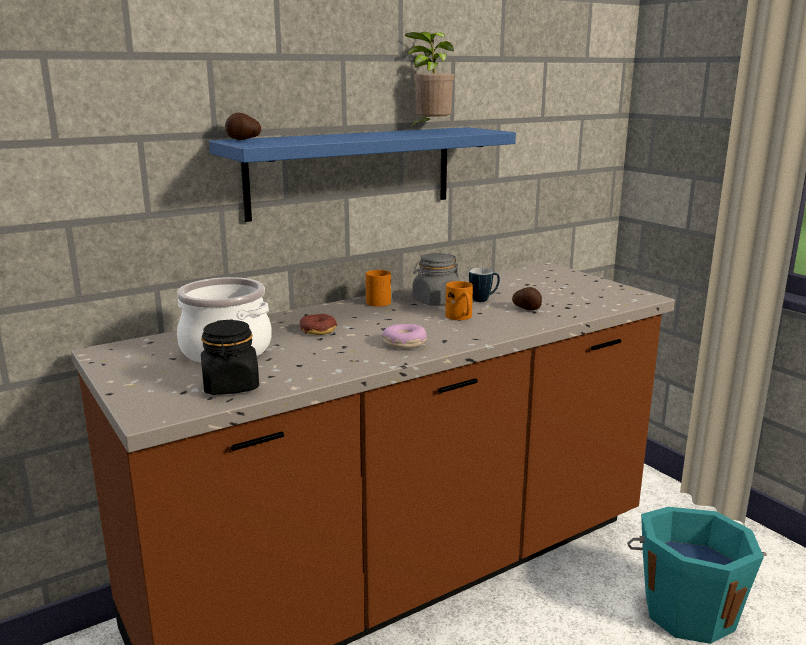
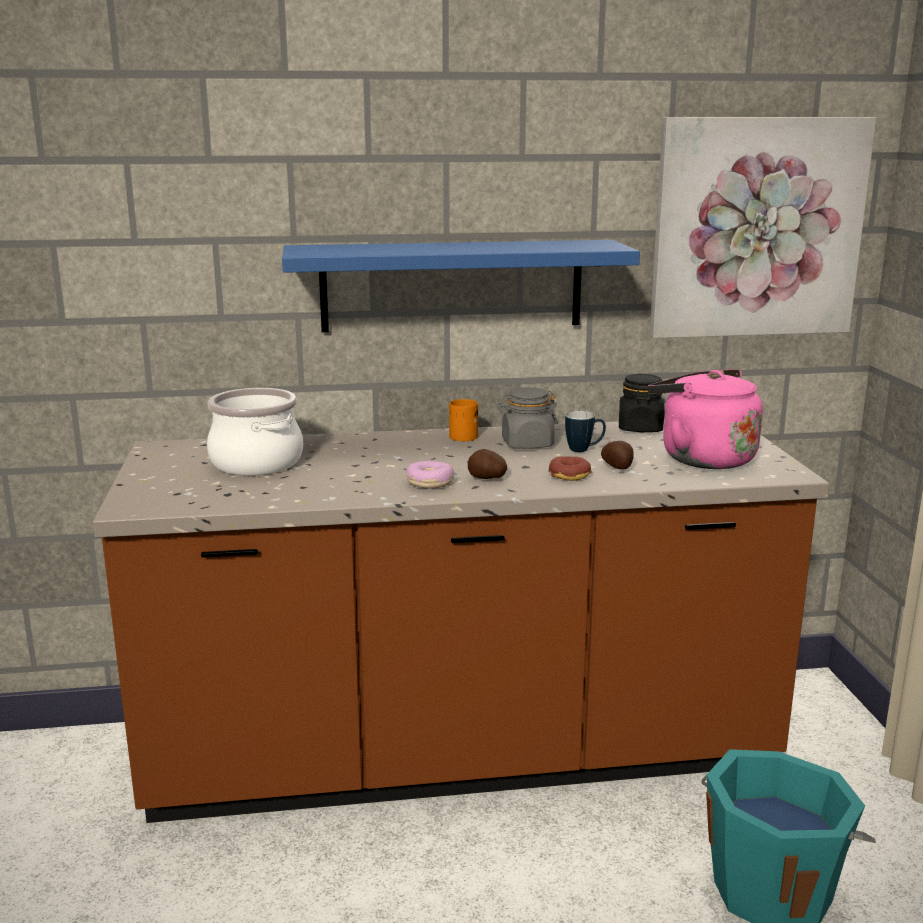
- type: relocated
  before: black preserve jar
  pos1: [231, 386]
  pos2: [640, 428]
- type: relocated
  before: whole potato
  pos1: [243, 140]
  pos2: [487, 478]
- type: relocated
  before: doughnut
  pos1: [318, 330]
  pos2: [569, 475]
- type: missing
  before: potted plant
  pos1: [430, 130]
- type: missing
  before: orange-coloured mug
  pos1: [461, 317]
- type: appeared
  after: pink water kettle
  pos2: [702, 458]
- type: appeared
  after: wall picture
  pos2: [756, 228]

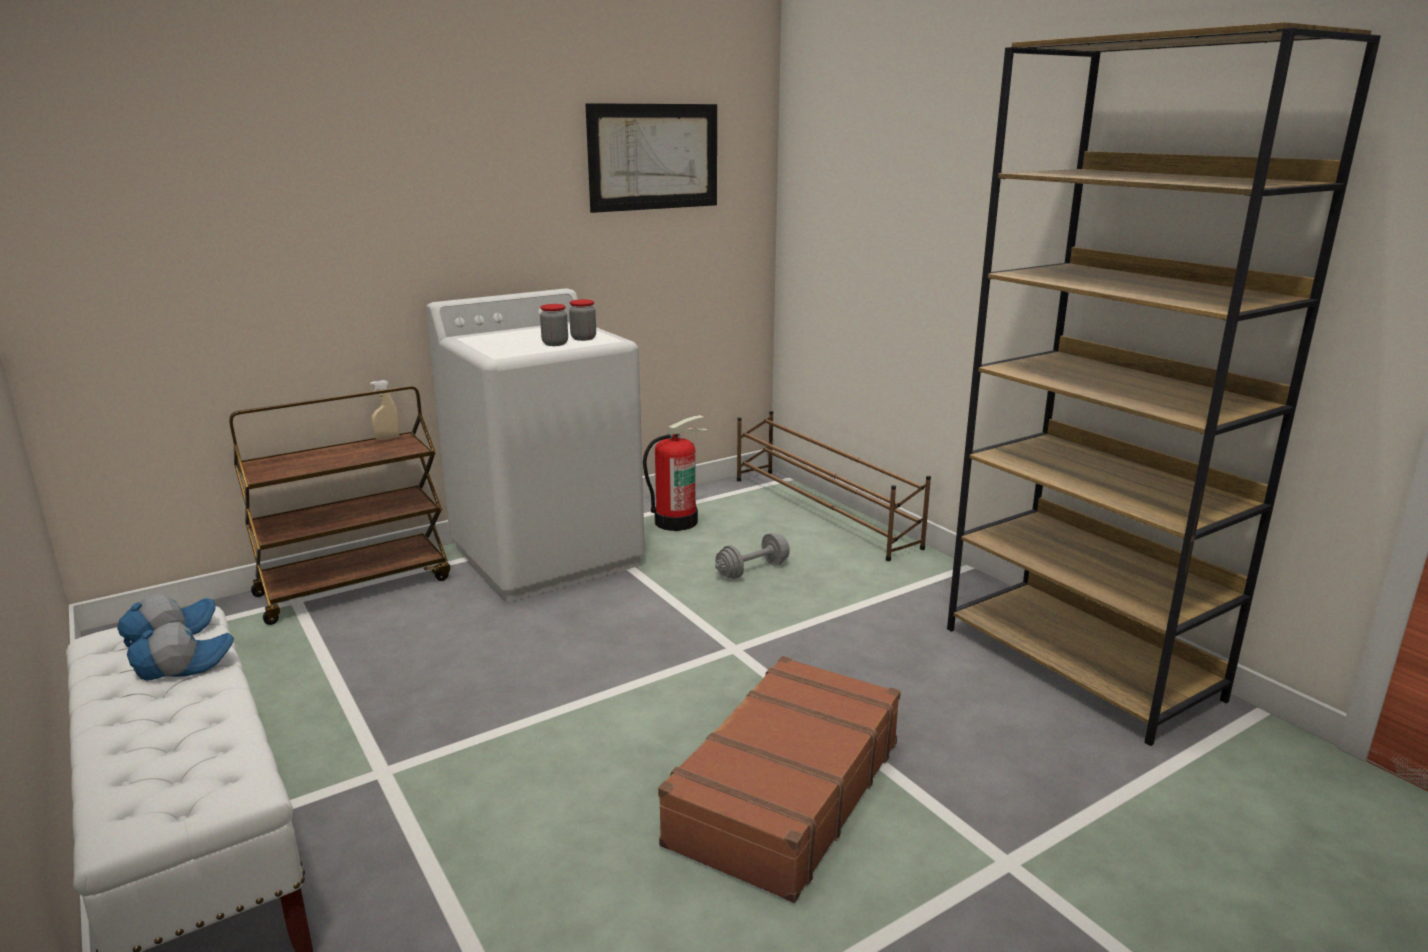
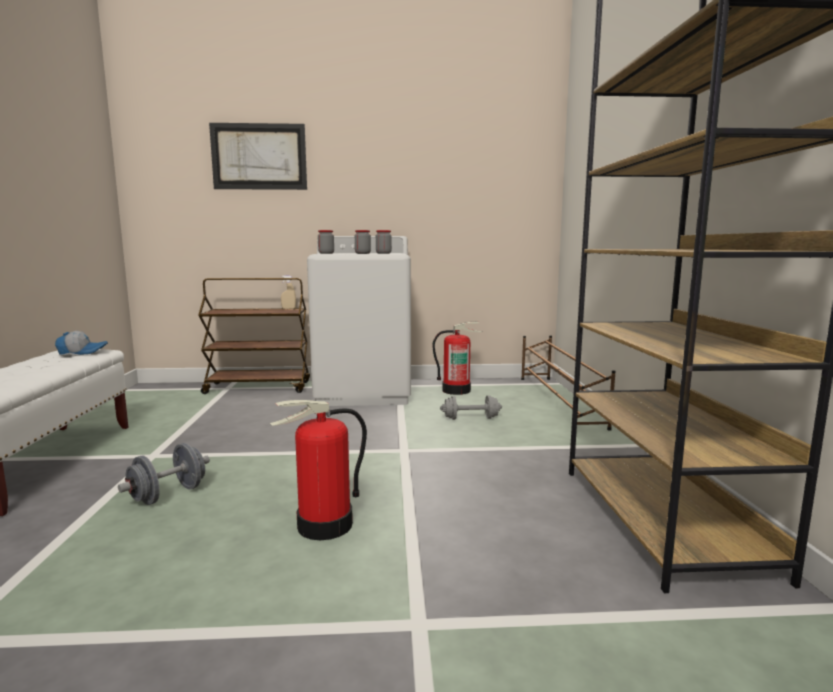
- type: missing
  before: baseball cap
  pos1: [184, 663]
- type: relocated
  before: wall picture
  pos1: [654, 157]
  pos2: [259, 156]
- type: exchanged
  before: brown-coloured suitcase
  after: extinguisher
  pos1: [784, 792]
  pos2: [325, 525]
- type: appeared
  after: greyish hand weight
  pos2: [168, 495]
- type: appeared
  after: preserve jar
  pos2: [326, 253]

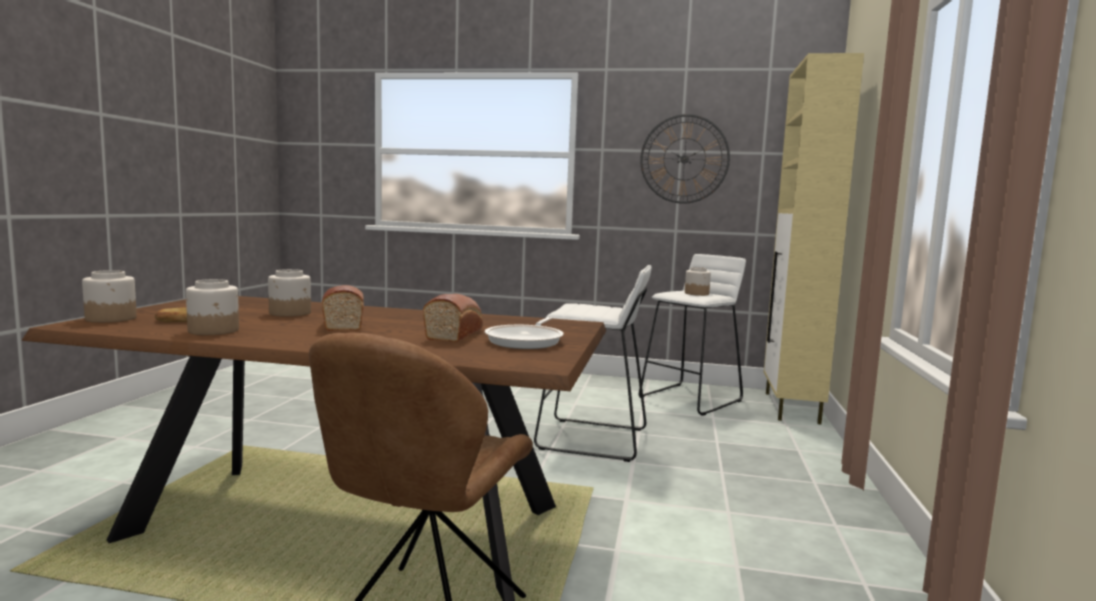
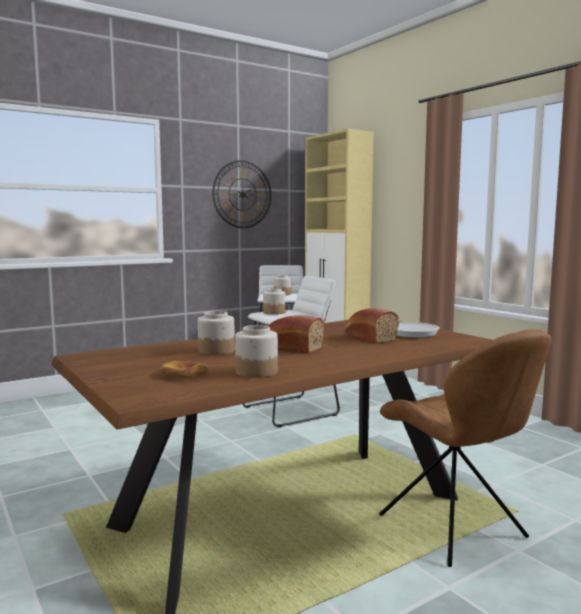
- type: relocated
  before: preserve jar
  pos1: [111, 318]
  pos2: [274, 312]

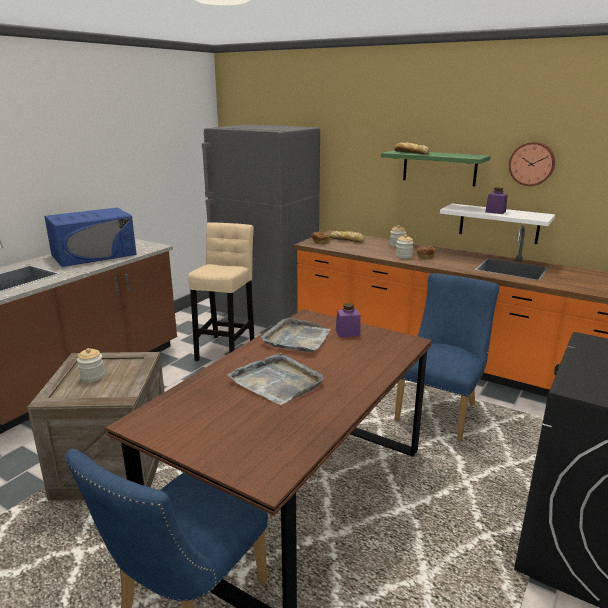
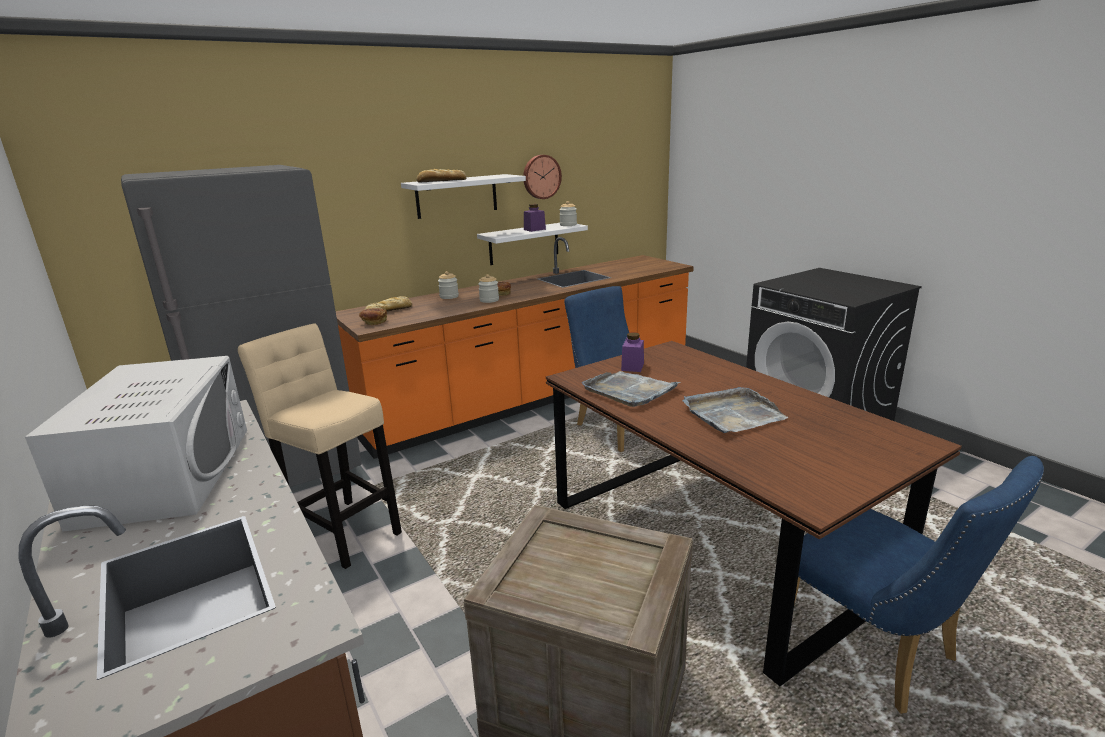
- type: colour
  before: bluish kitchen microwave
  after: white kitchen microwave
  pos1: [94, 255]
  pos2: [167, 474]
- type: relocated
  before: preserve jar
  pos1: [92, 376]
  pos2: [568, 225]
- type: colour
  before: green shelf
  after: white shelf
  pos1: [439, 167]
  pos2: [457, 196]

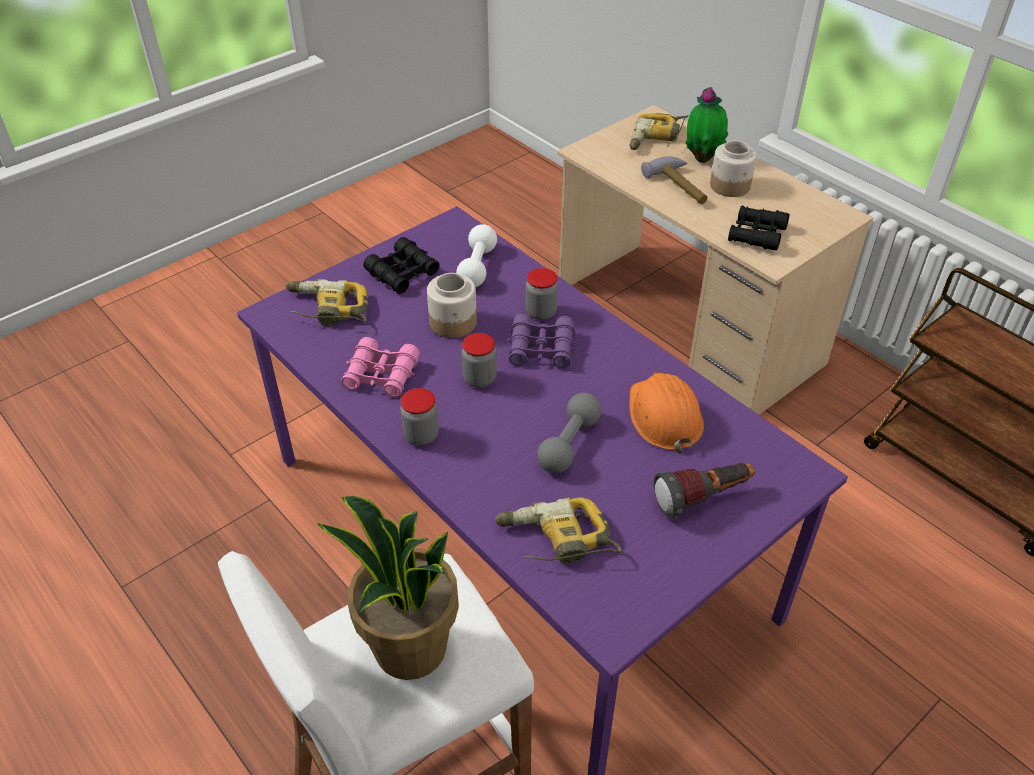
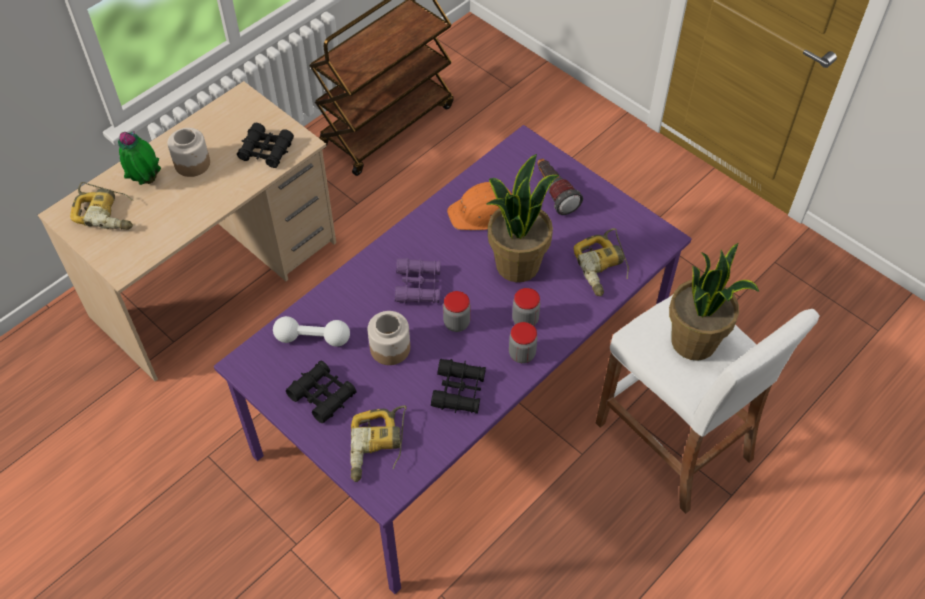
- type: colour
  before: pink pair of binoculars
  after: black pair of binoculars
  pos1: [381, 375]
  pos2: [459, 390]
- type: relocated
  before: preserve jar
  pos1: [541, 312]
  pos2: [525, 320]
- type: exchanged
  before: greyish hand weight
  after: potted plant
  pos1: [569, 443]
  pos2: [517, 264]
- type: missing
  before: tool hammer
  pos1: [680, 186]

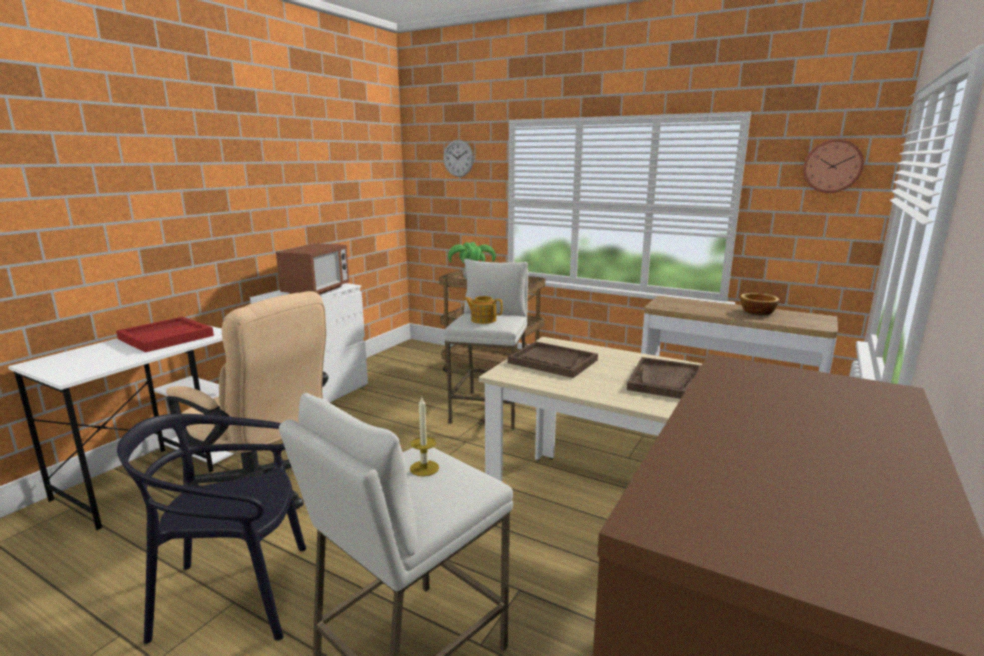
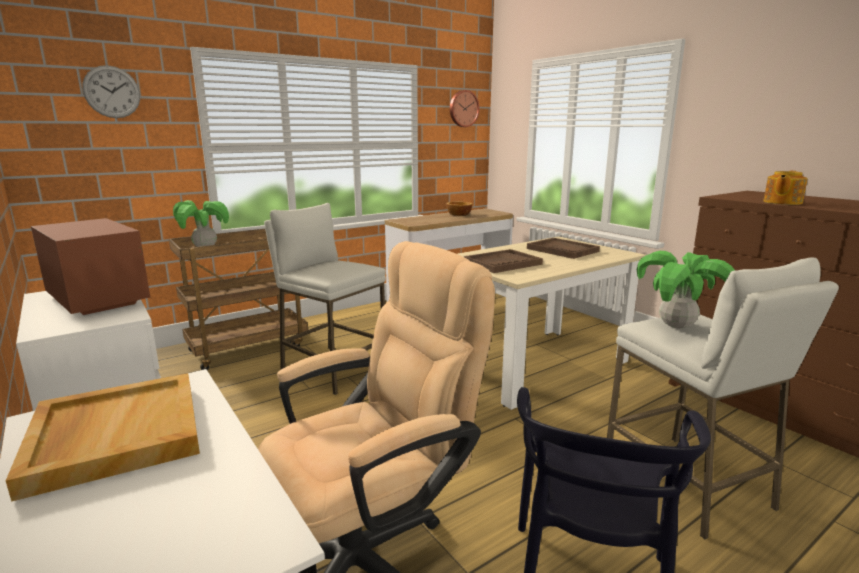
- type: colour
  before: reddish serving tray
  after: beige serving tray
  pos1: [166, 337]
  pos2: [115, 434]
- type: exchanged
  before: wax candle
  after: potted plant
  pos1: [424, 468]
  pos2: [676, 326]
- type: relocated
  before: tea pot
  pos1: [483, 320]
  pos2: [781, 202]

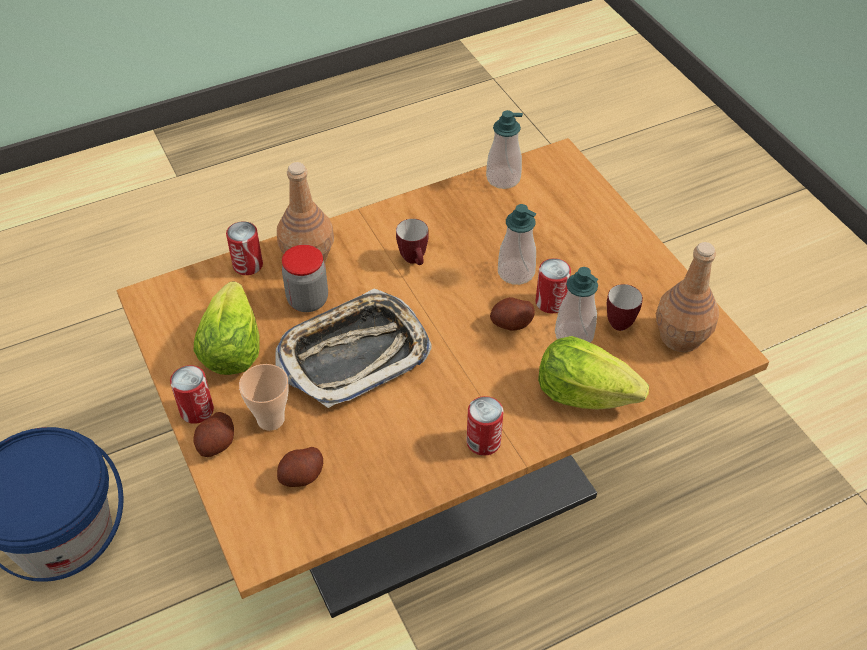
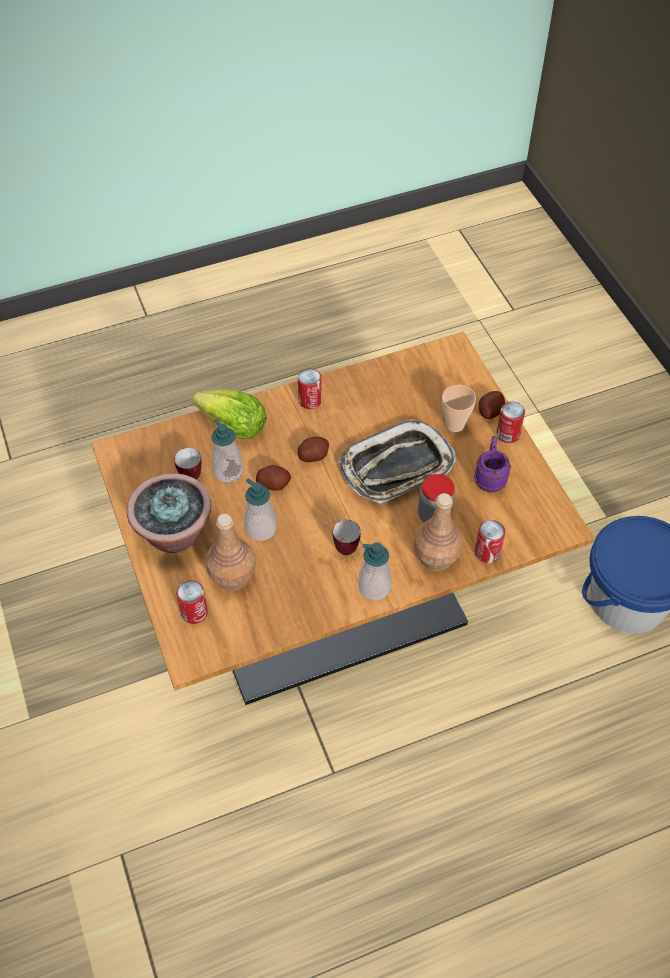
- type: exchanged
  before: lettuce
  after: purple-coloured mug
  pos1: [232, 349]
  pos2: [490, 477]
- type: relocated
  before: whole potato
  pos1: [302, 476]
  pos2: [313, 455]
- type: relocated
  before: soap dispenser
  pos1: [503, 178]
  pos2: [374, 587]
- type: relocated
  before: can
  pos1: [550, 302]
  pos2: [194, 612]
- type: relocated
  before: brown-coloured beverage bottle
  pos1: [680, 336]
  pos2: [233, 576]
- type: appeared
  after: potted plant
  pos2: [174, 534]

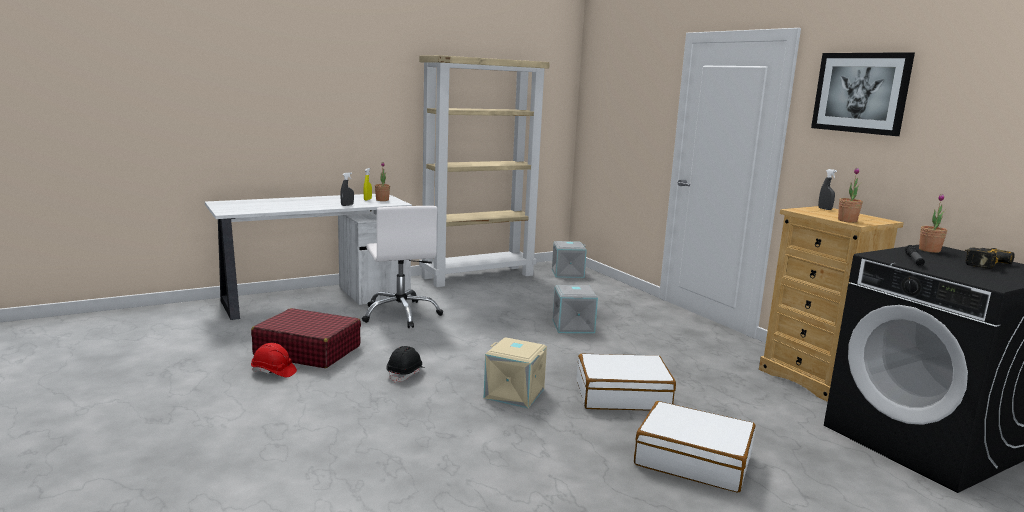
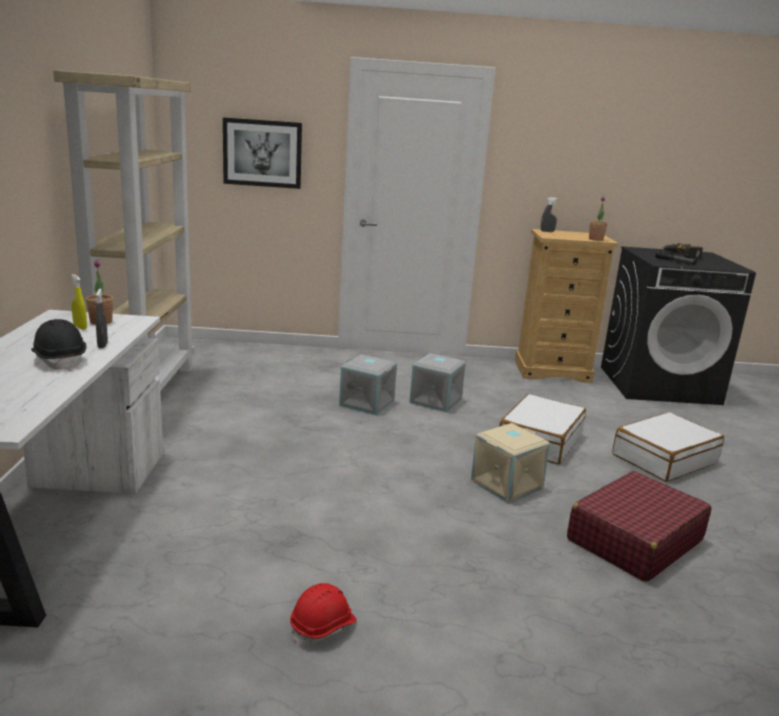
- type: relocated
  before: reddish suitcase
  pos1: [307, 351]
  pos2: [634, 540]
- type: missing
  before: white office chair
  pos1: [401, 314]
- type: relocated
  before: black safety helmet
  pos1: [406, 374]
  pos2: [60, 360]
- type: relocated
  before: greyish storage box
  pos1: [567, 273]
  pos2: [436, 401]
- type: relocated
  before: wall picture
  pos1: [861, 93]
  pos2: [262, 153]
- type: missing
  before: potted plant
  pos1: [929, 250]

